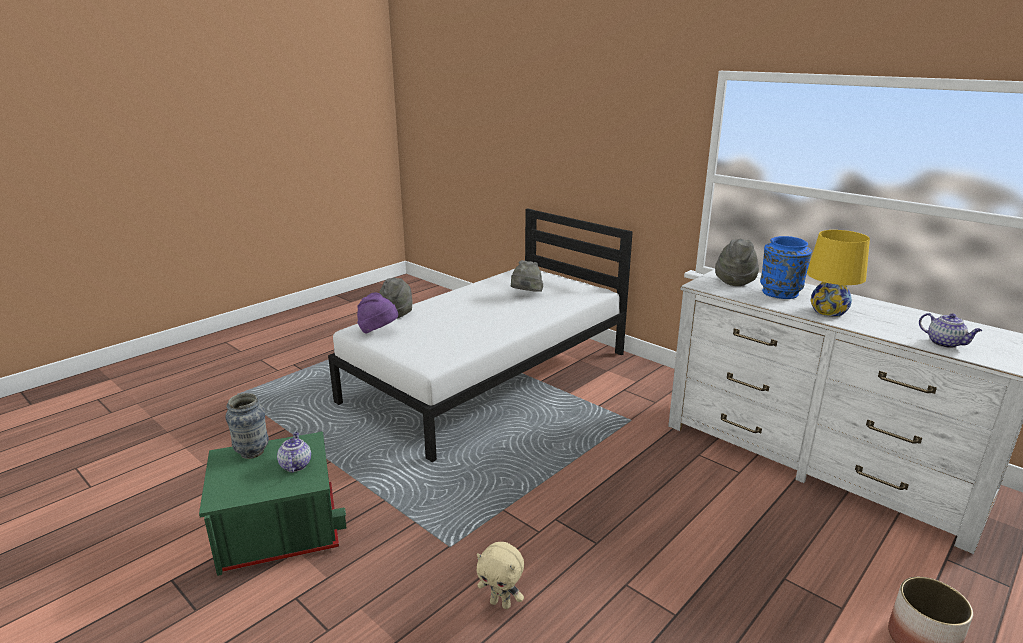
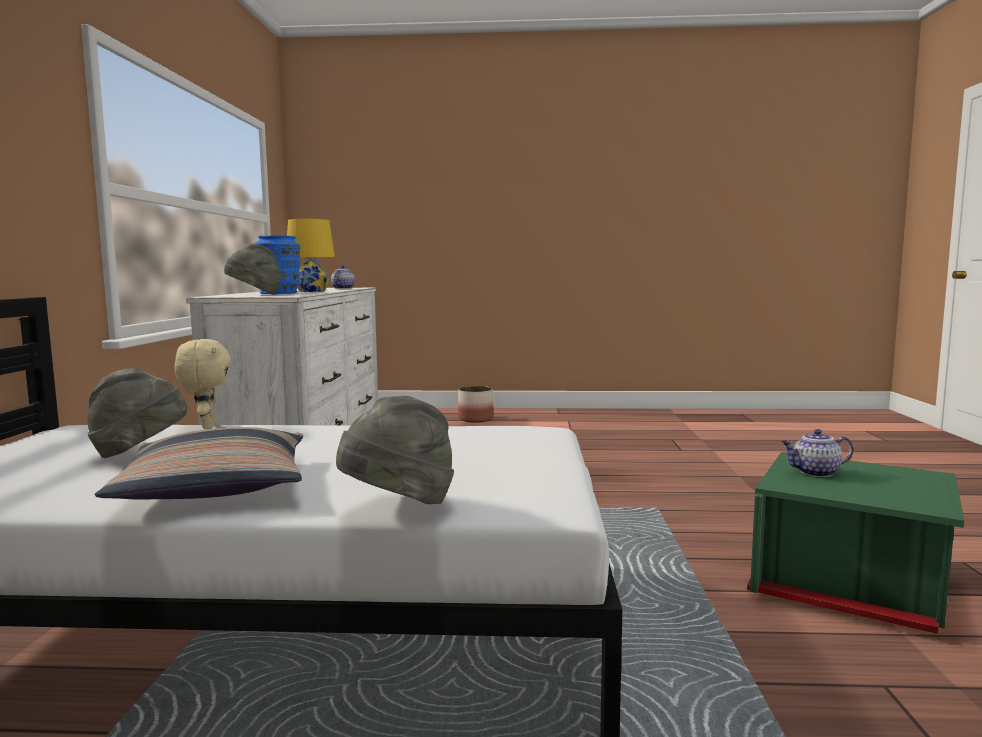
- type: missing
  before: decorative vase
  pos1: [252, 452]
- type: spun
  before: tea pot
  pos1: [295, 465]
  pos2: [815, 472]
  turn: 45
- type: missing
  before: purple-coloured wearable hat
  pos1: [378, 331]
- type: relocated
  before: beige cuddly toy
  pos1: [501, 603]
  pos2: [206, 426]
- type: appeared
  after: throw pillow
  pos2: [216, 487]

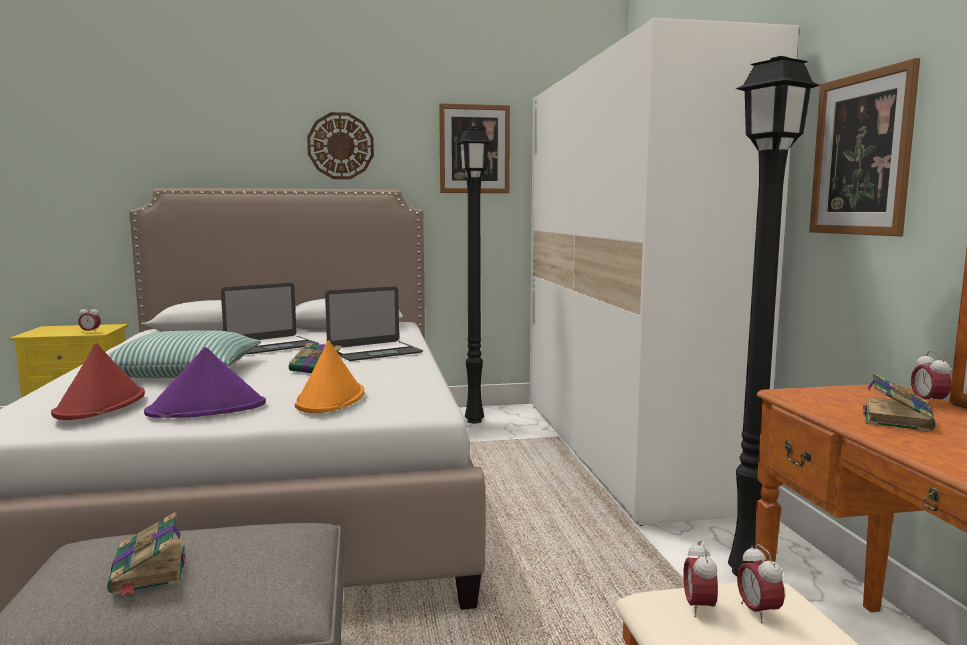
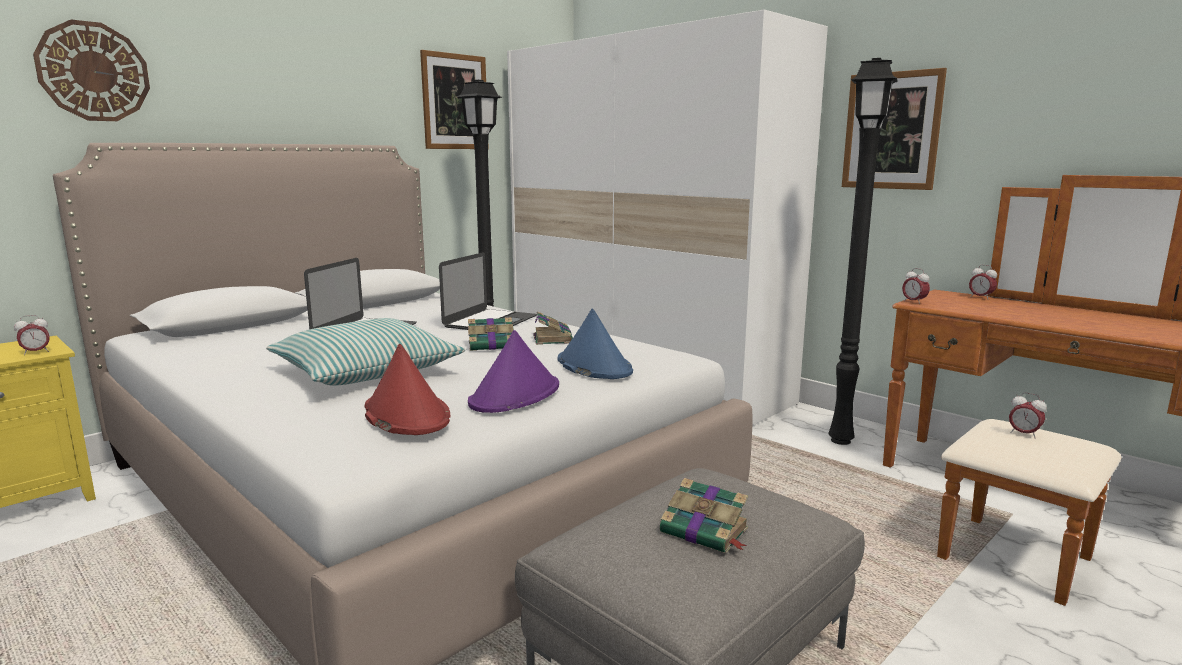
- type: colour
  before: orange-coloured wearable hat
  after: bluish wearable hat
  pos1: [330, 399]
  pos2: [593, 366]
- type: relocated
  before: hanging clock
  pos1: [340, 146]
  pos2: [93, 72]
- type: relocated
  before: table clock
  pos1: [698, 607]
  pos2: [914, 302]
- type: relocated
  before: volume
  pos1: [896, 418]
  pos2: [552, 338]

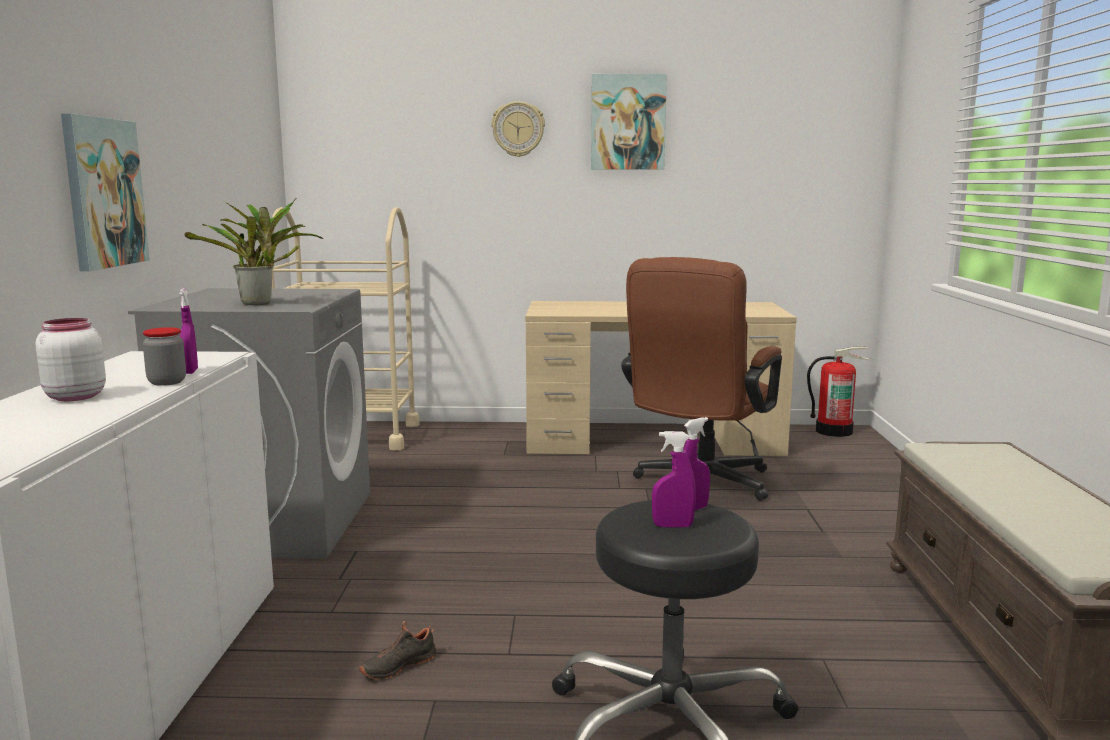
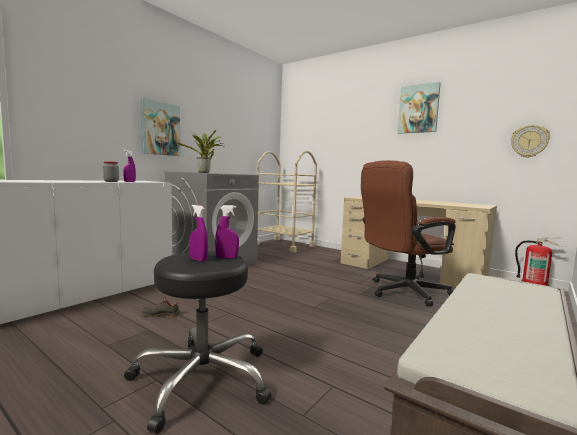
- type: missing
  before: white preserve jar
  pos1: [73, 397]
- type: relocated
  before: hanging clock
  pos1: [518, 129]
  pos2: [529, 141]

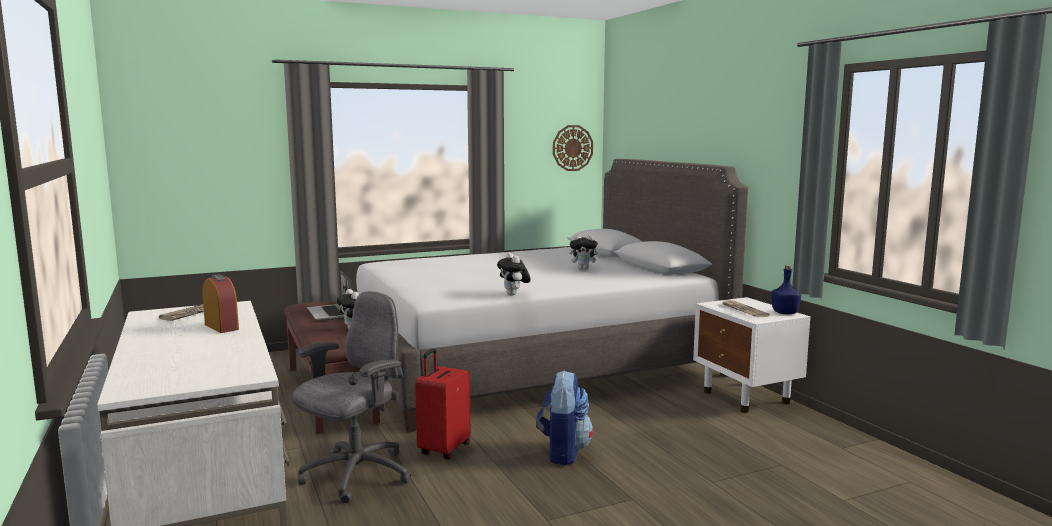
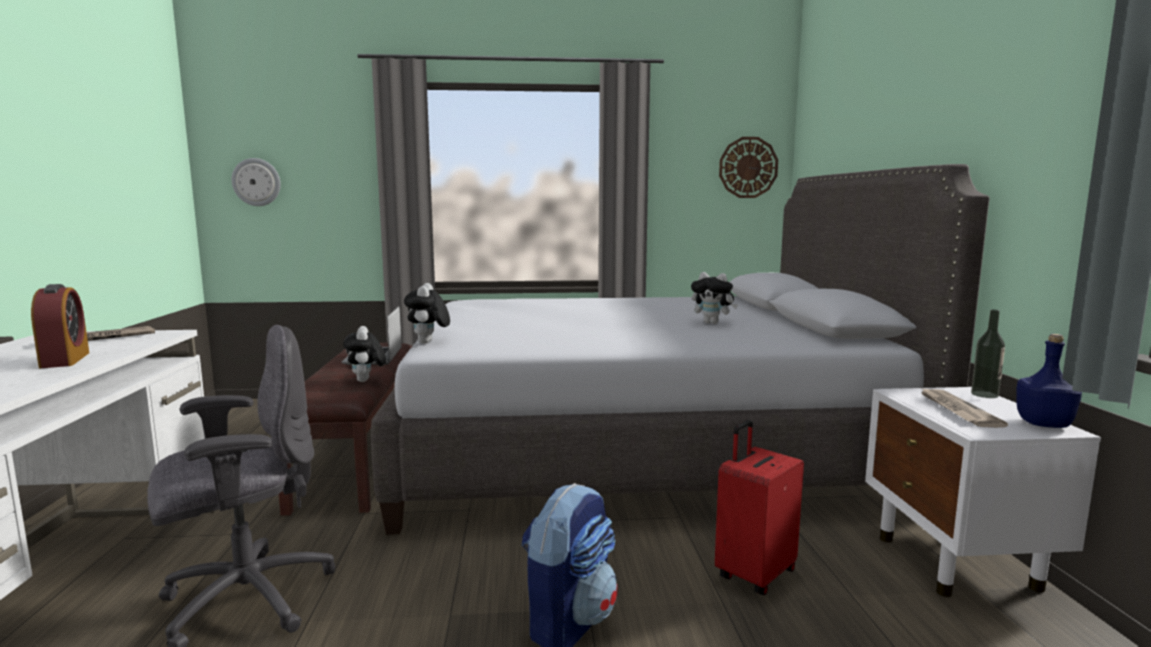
- type: relocated
  before: reddish suitcase
  pos1: [443, 449]
  pos2: [754, 574]
- type: relocated
  before: cuddly toy
  pos1: [514, 295]
  pos2: [428, 343]
- type: appeared
  after: hanging clock
  pos2: [256, 182]
- type: appeared
  after: beverage bottle
  pos2: [984, 394]

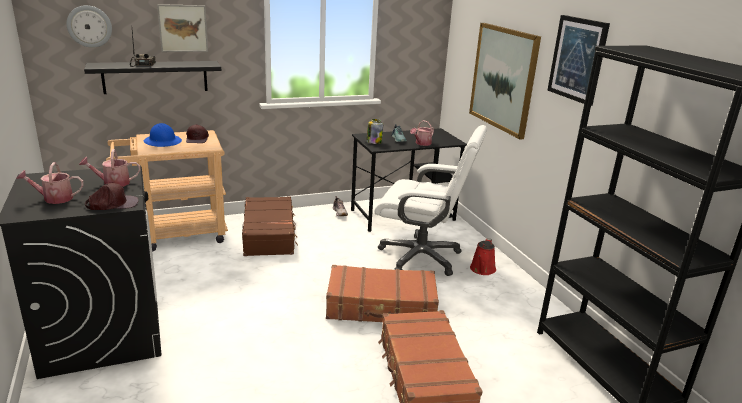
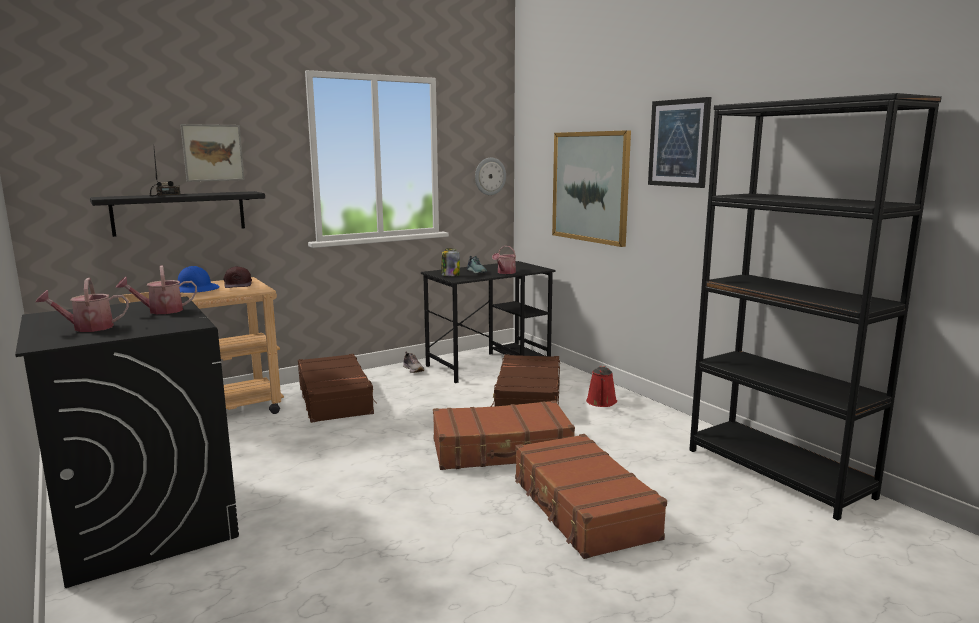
- type: relocated
  before: hanging clock
  pos1: [89, 26]
  pos2: [489, 176]
- type: missing
  before: brown-coloured baseball cap
  pos1: [112, 204]
- type: exchanged
  before: white office chair
  after: brown-coloured suitcase
  pos1: [421, 257]
  pos2: [527, 399]

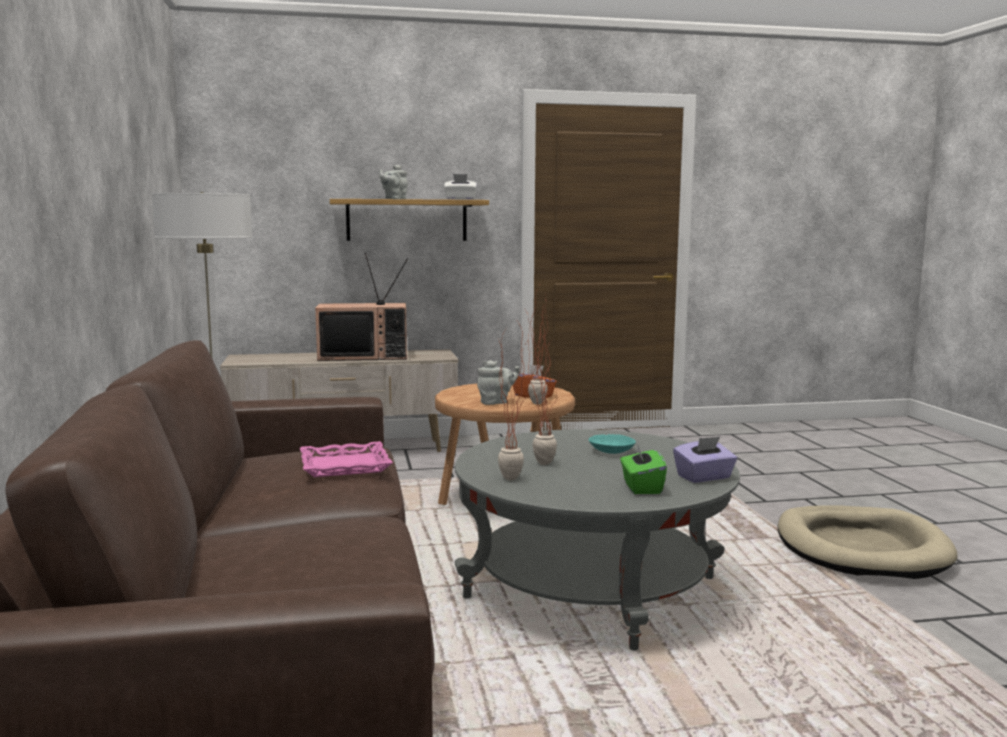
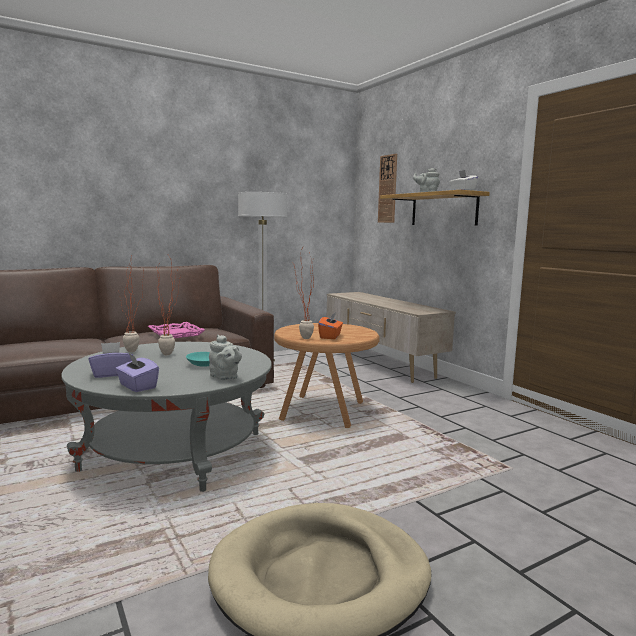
- type: missing
  before: television
  pos1: [364, 356]
- type: relocated
  before: greyish tea pot
  pos1: [496, 402]
  pos2: [225, 377]
- type: colour
  before: green tissue holder
  after: purple-coloured tissue holder
  pos1: [641, 487]
  pos2: [112, 374]
- type: appeared
  after: hanging clock
  pos2: [388, 189]

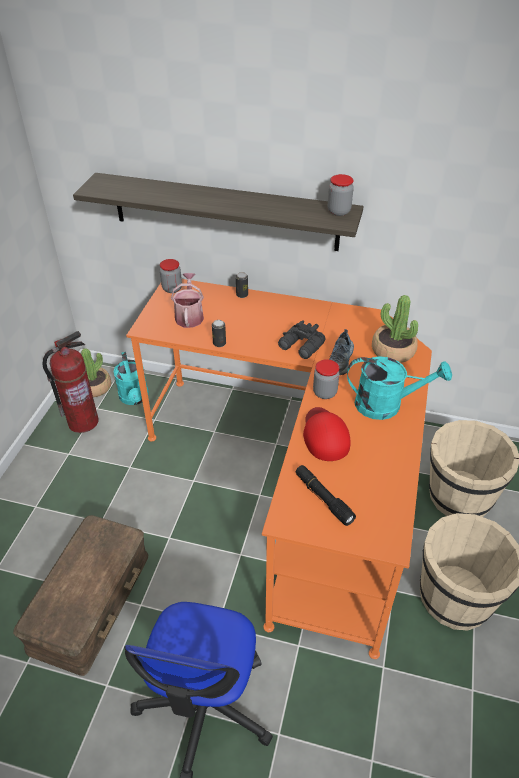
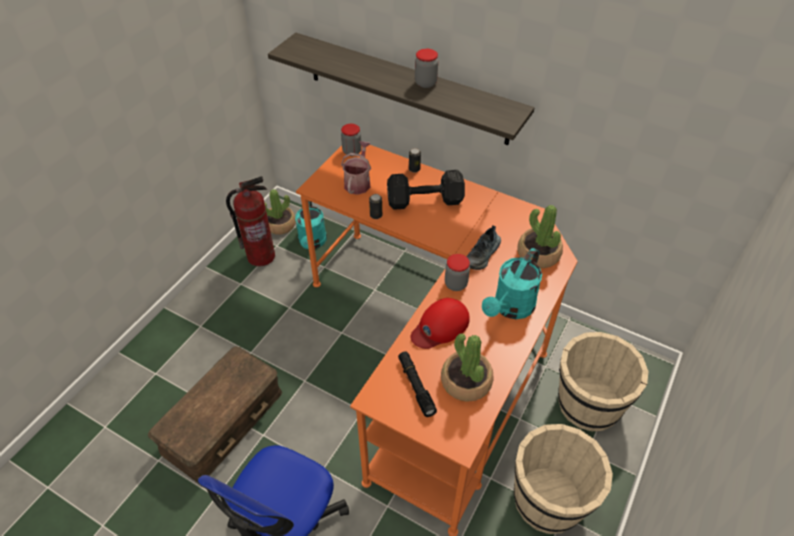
- type: missing
  before: black pair of binoculars
  pos1: [301, 347]
- type: spun
  before: reddish baseball cap
  pos1: [325, 435]
  pos2: [440, 326]
  turn: -135
- type: relocated
  before: preserve jar
  pos1: [338, 211]
  pos2: [425, 83]
- type: spun
  before: turquoise-coloured watering can
  pos1: [387, 405]
  pos2: [510, 308]
  turn: 105
- type: appeared
  after: black hand weight
  pos2: [426, 201]
- type: appeared
  after: potted plant
  pos2: [466, 381]

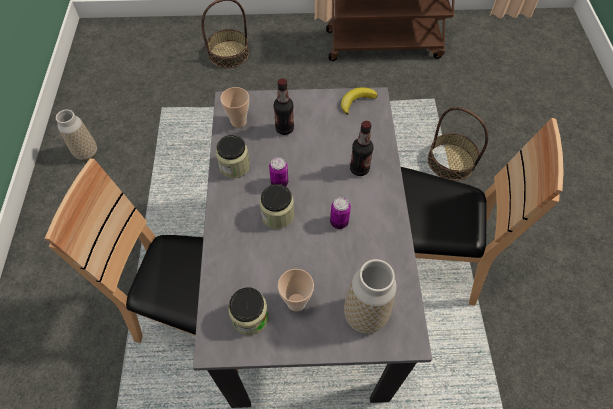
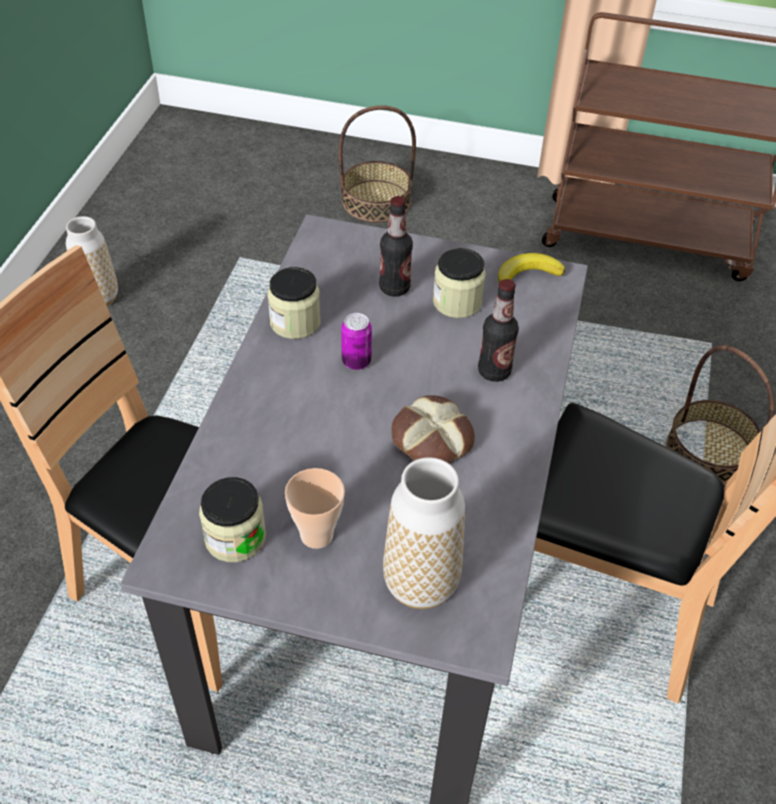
- type: missing
  before: small cup
  pos1: [238, 122]
- type: relocated
  before: preserve jar
  pos1: [277, 215]
  pos2: [457, 302]
- type: exchanged
  before: can
  after: baked bread
  pos1: [339, 222]
  pos2: [430, 439]

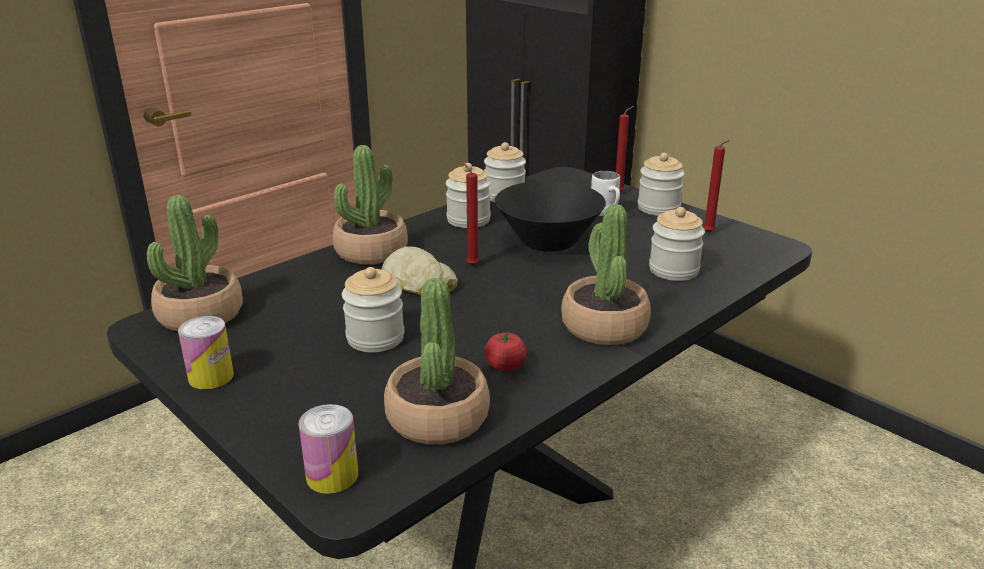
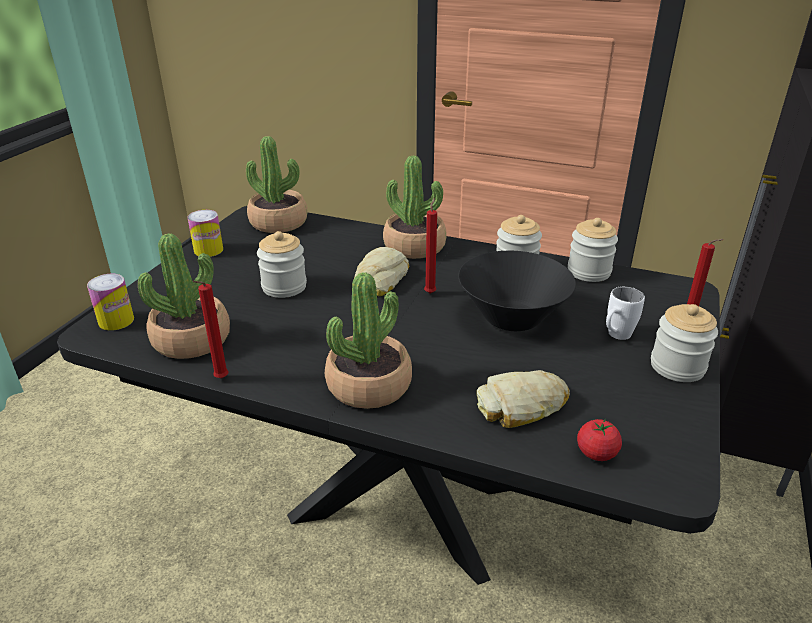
- type: relocated
  before: whole tomato
  pos1: [505, 366]
  pos2: [596, 453]
- type: exchanged
  before: preserve jar
  after: baked bread
  pos1: [673, 270]
  pos2: [523, 406]
- type: relocated
  before: reddish wax candle
  pos1: [710, 233]
  pos2: [219, 379]

